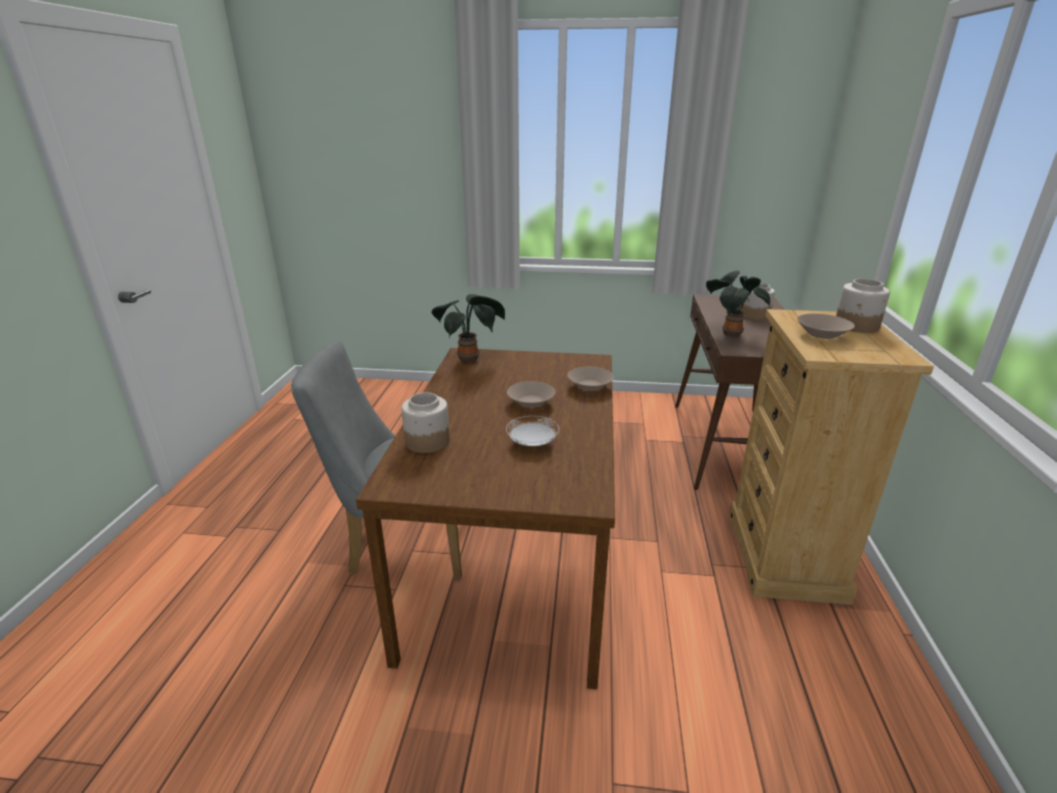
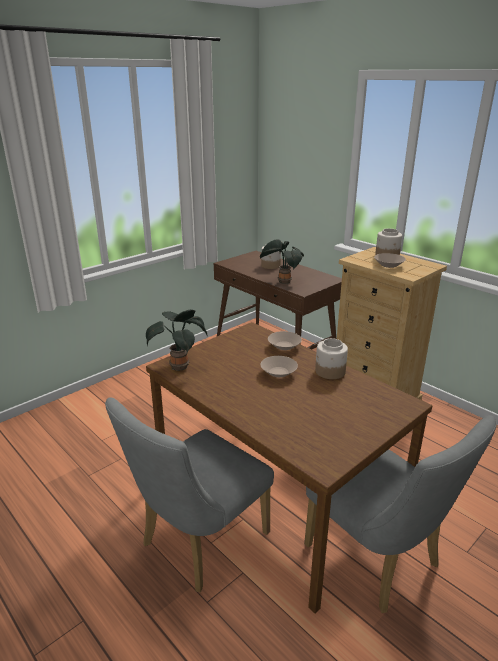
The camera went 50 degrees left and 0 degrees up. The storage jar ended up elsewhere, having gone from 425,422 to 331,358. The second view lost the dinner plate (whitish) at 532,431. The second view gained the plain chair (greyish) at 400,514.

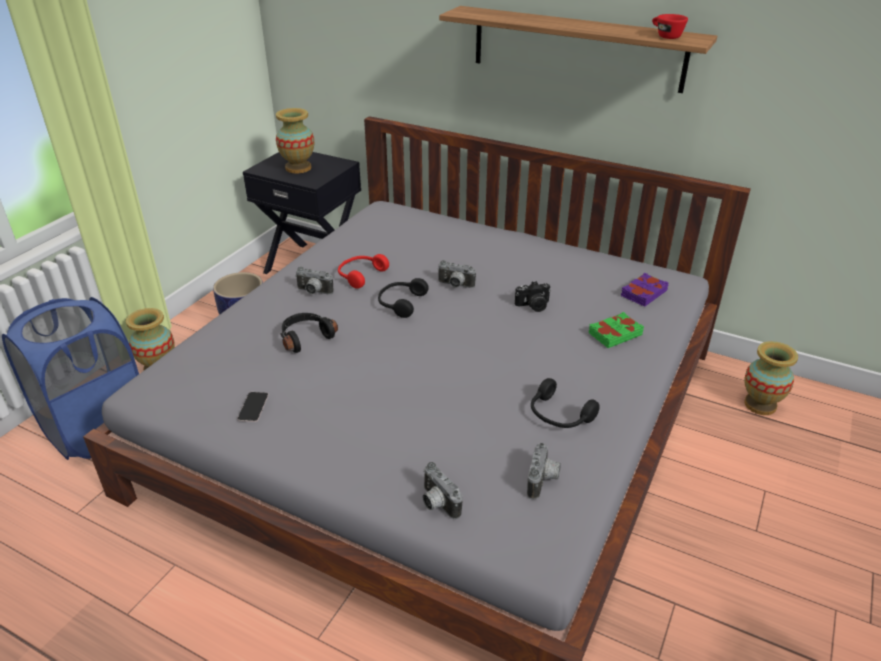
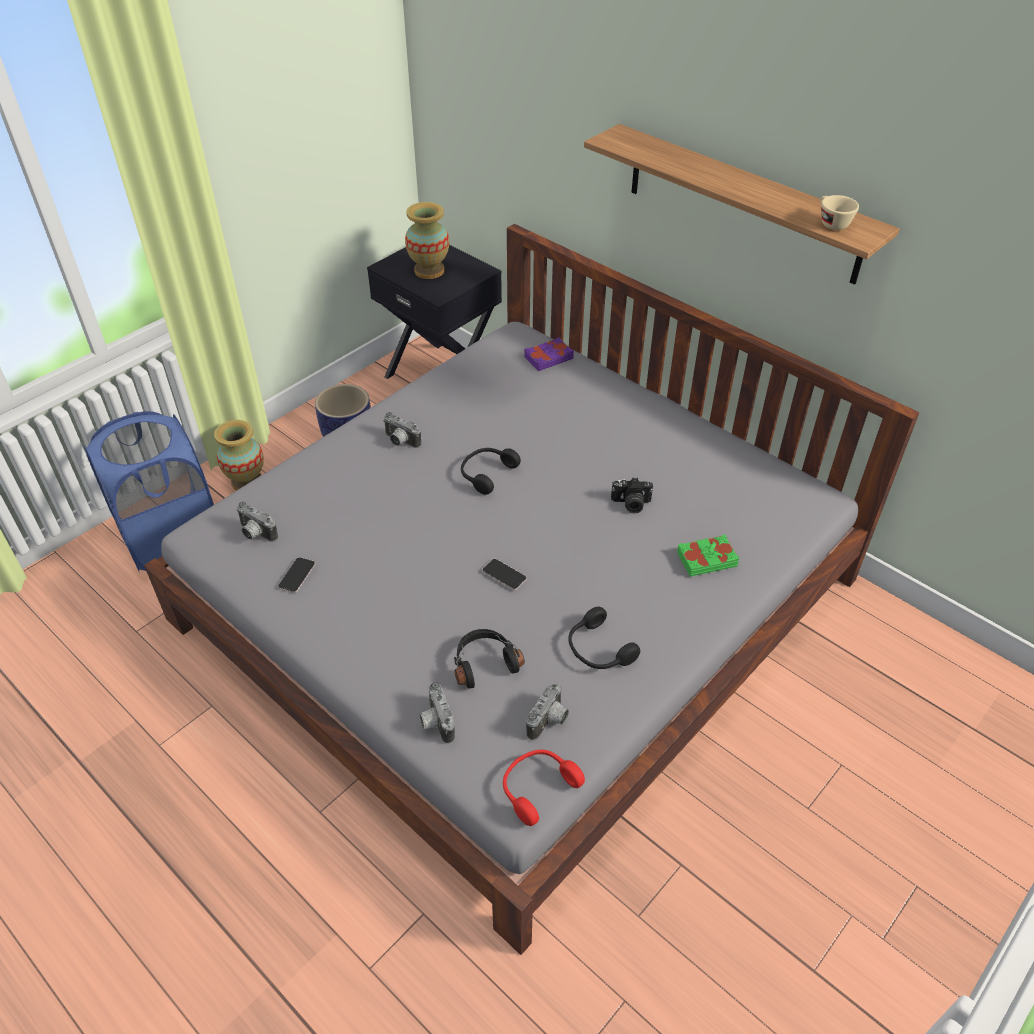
The camera went 15 degrees right and 10 degrees up. What was the small cup (red-coloured) at 670,26 turned into the small cup (beige-coloured) at 840,212. The pair of headphones (red-coloured) ended up elsewhere, having gone from 363,271 to 544,788. The photo camera ended up elsewhere, having gone from 456,274 to 257,521. The volume (purplish) ended up elsewhere, having gone from 645,290 to 549,354. The pair of headphones (black-coloured) ended up elsewhere, having gone from 309,333 to 489,659. The second view lost the decorative vase at 771,378. The second view gained the phone at 504,574.

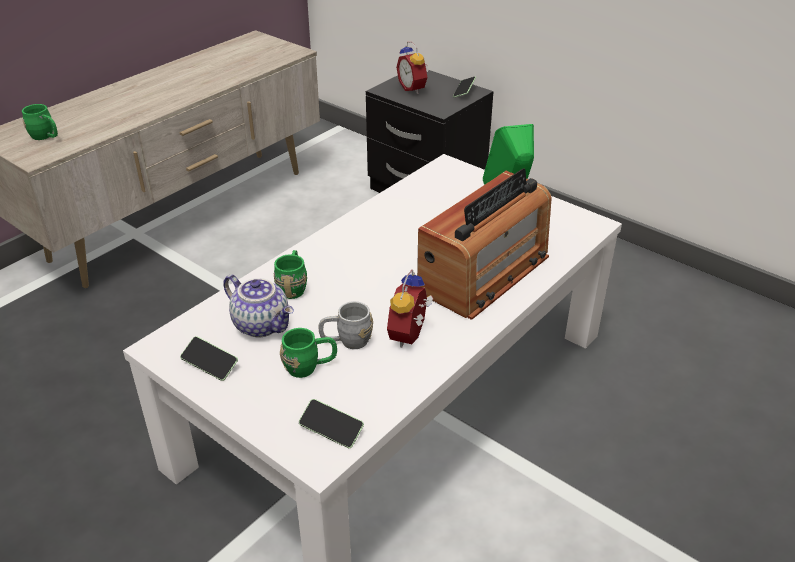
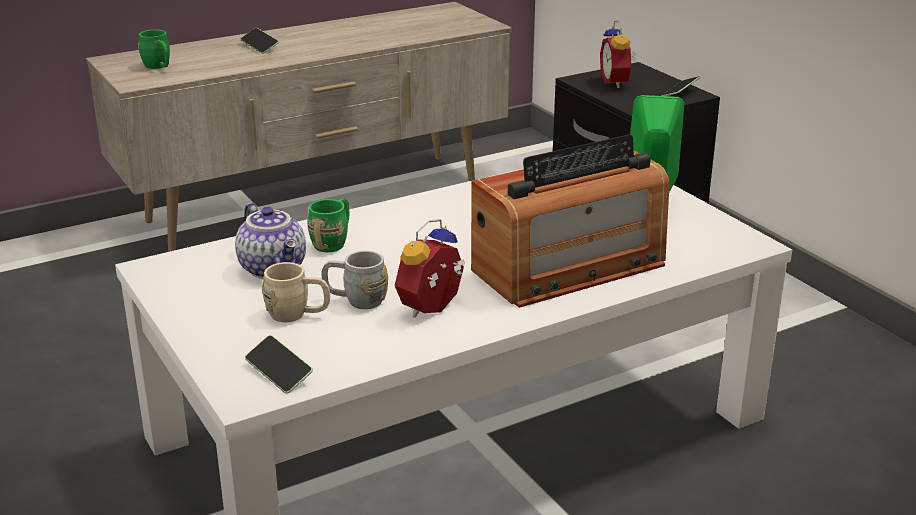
The camera went 20 degrees right and 10 degrees down. What was the mug (green-coloured) at 308,353 turned into the mug (beige-coloured) at 296,292. The phone ended up elsewhere, having gone from 209,358 to 259,41.

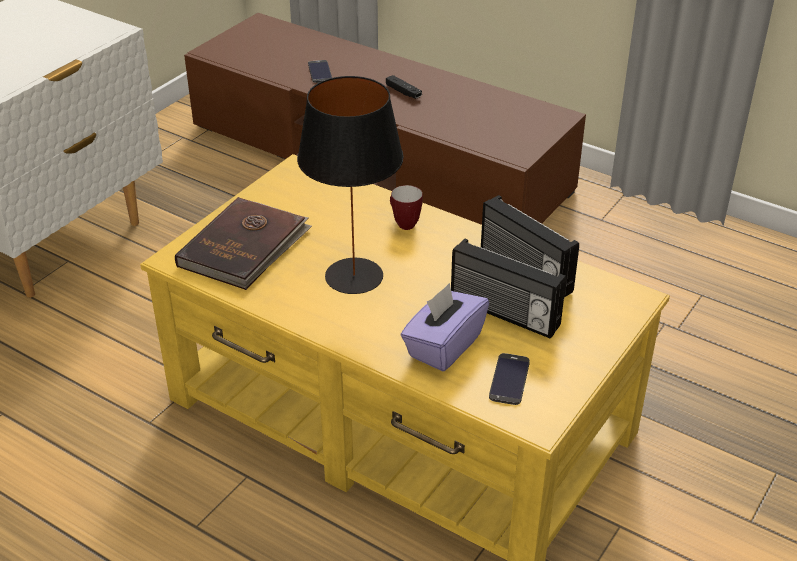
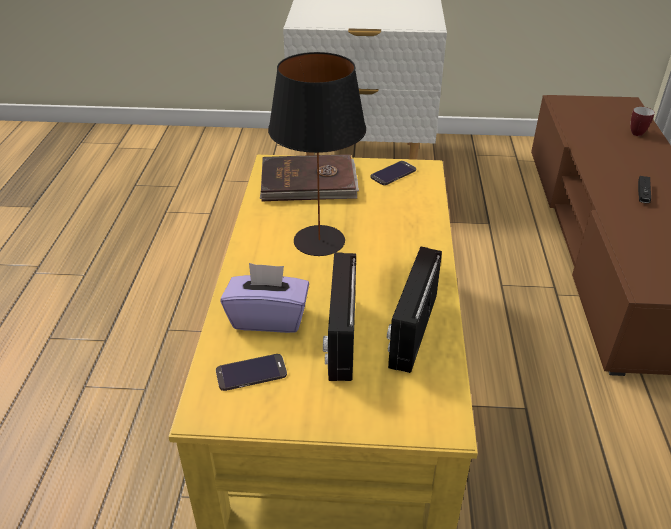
The camera went 60 degrees right and 0 degrees up. The phone ended up elsewhere, having gone from 320,71 to 393,173. The mug ended up elsewhere, having gone from 406,207 to 642,121.

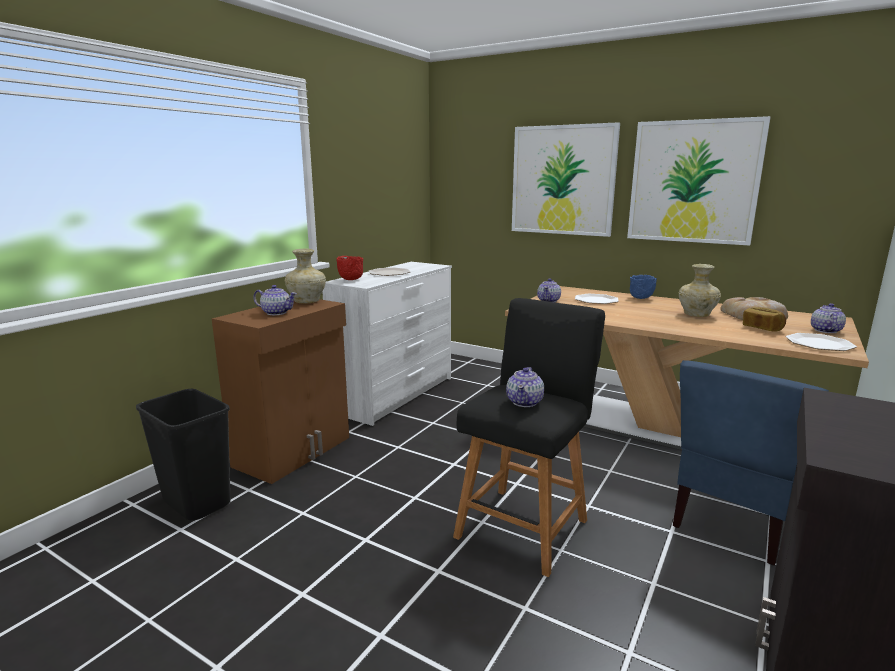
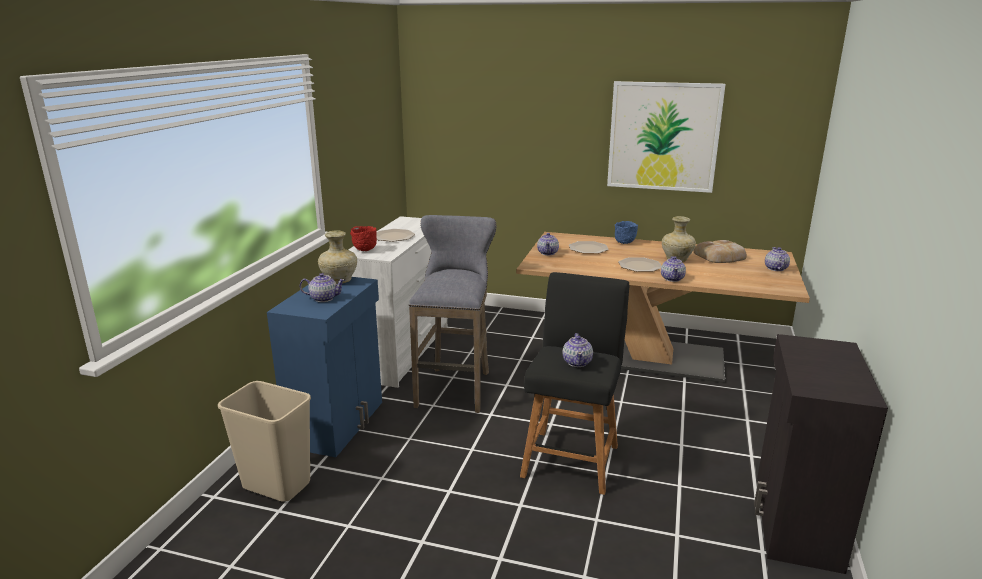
The camera went 15 degrees left and 5 degrees up. The second view lost the wall art at 566,179. What was the storage cabinet (brown) at 280,391 turned into the storage cabinet (blue) at 324,367. The second view lost the baked bread at 764,319. The dinner plate ended up elsewhere, having gone from 821,342 to 640,264. The second view lost the plain chair (blue) at 751,463. What was the trash can (black-coloured) at 183,455 turned into the trash can (beige-coloured) at 264,441. The second view gained the sitting stool (greyish) at 452,314. The second view gained the teapot at 673,269.

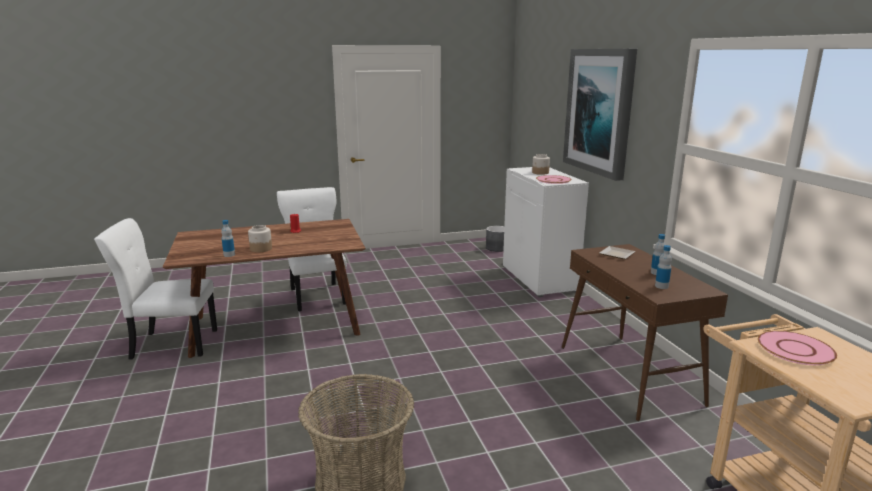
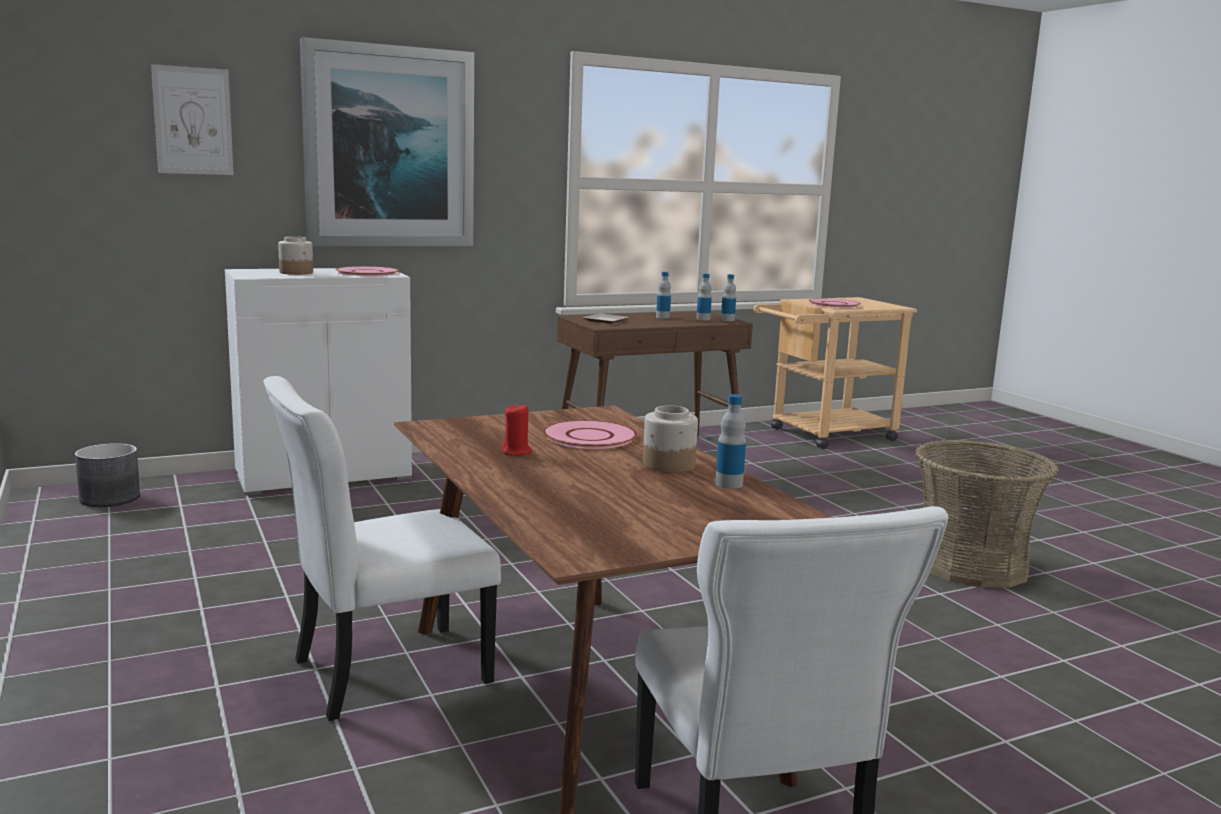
The camera went 100 degrees left and 5 degrees down. The second view gained the wall art at 192,119. The second view gained the drink bottle at 728,297. The second view gained the dinner plate (pink-coloured) at 589,434.

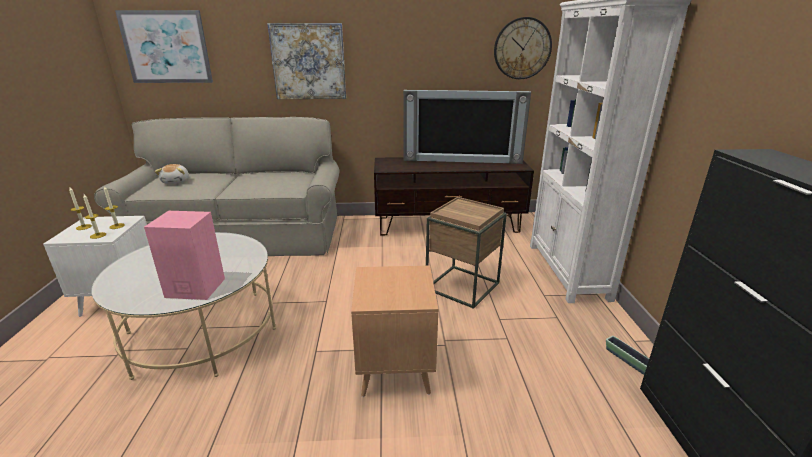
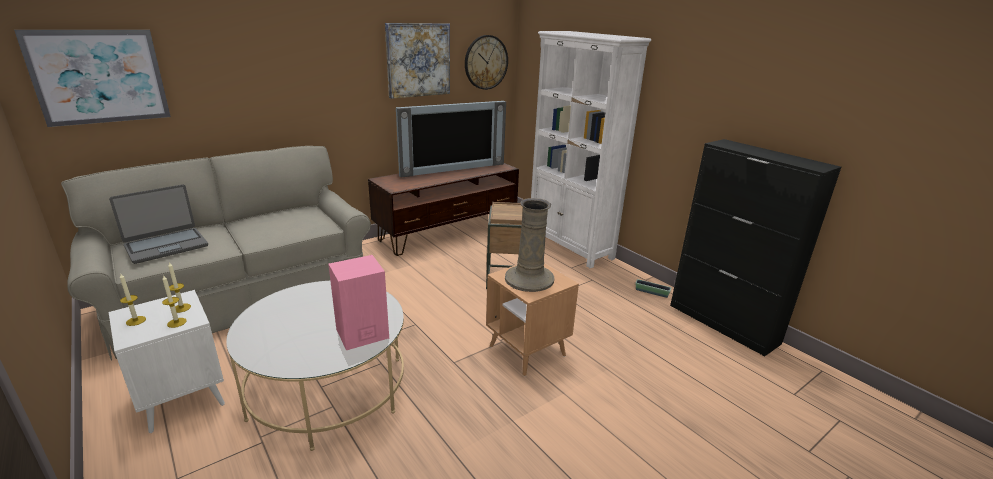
The camera went 35 degrees left and 0 degrees up. The wall art ended up elsewhere, having gone from 306,61 to 417,61. Where the soft toy stood at 172,174, the laptop came to stand at 158,224. The second view gained the decorative vase (beige-coloured) at 529,245.

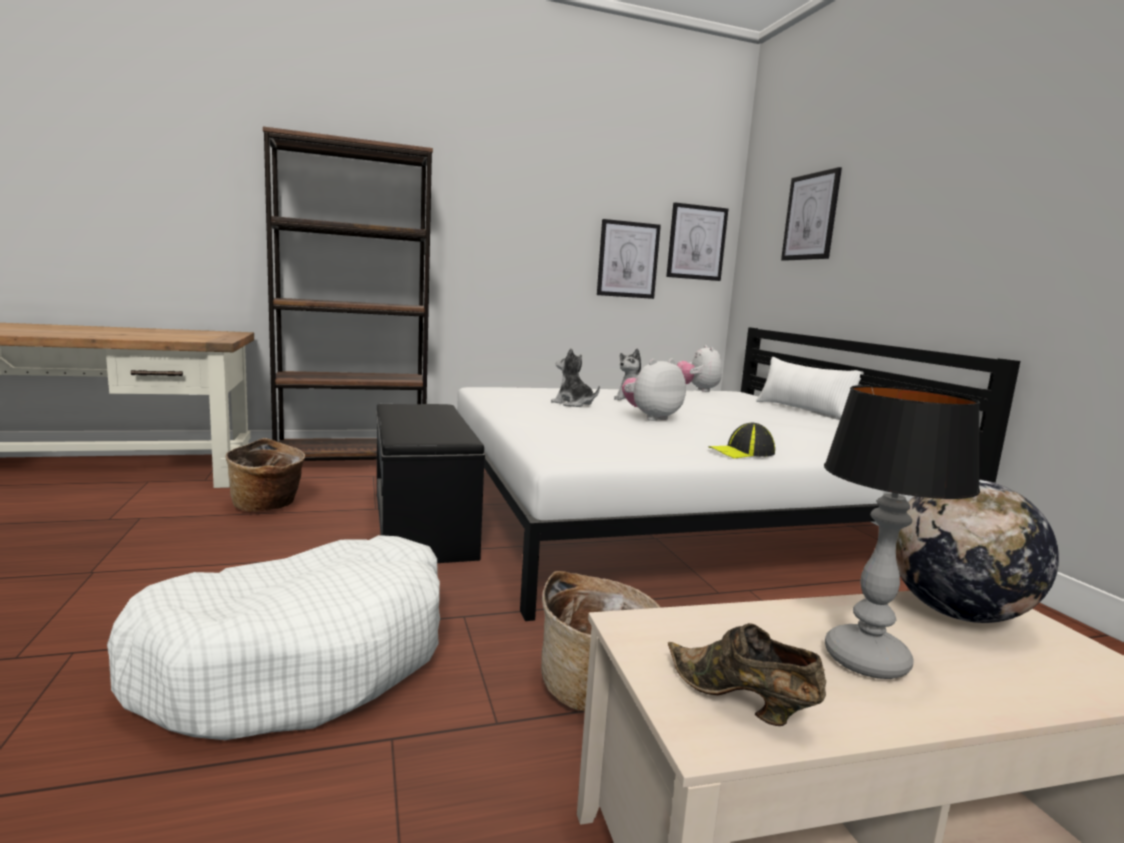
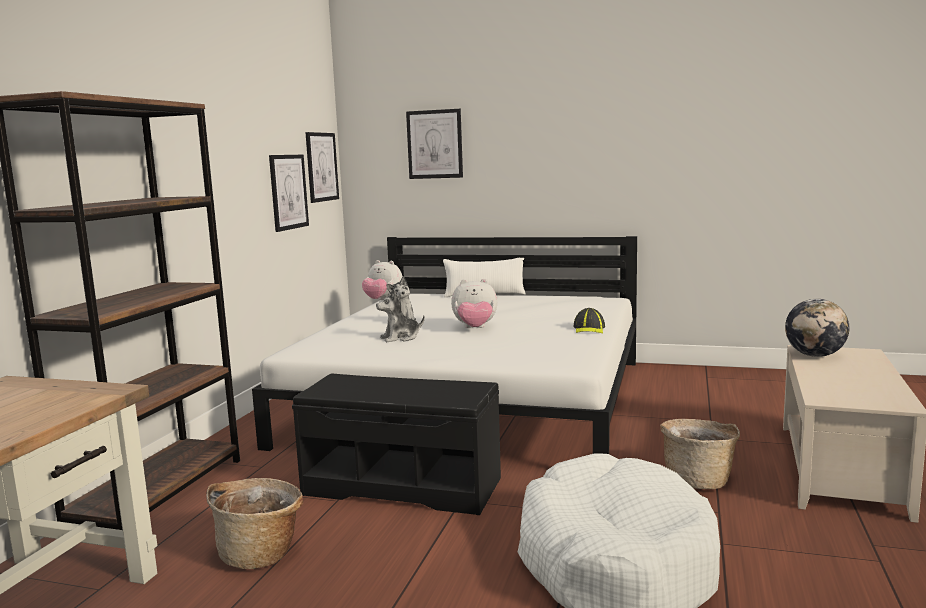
The camera went 55 degrees left and 0 degrees up. The soft toy at 654,390 ended up facing another way, 90 degrees counterclockwise from before. The second view lost the lamp for a table at 902,532. The second view lost the low shoe (brown) at 747,674.

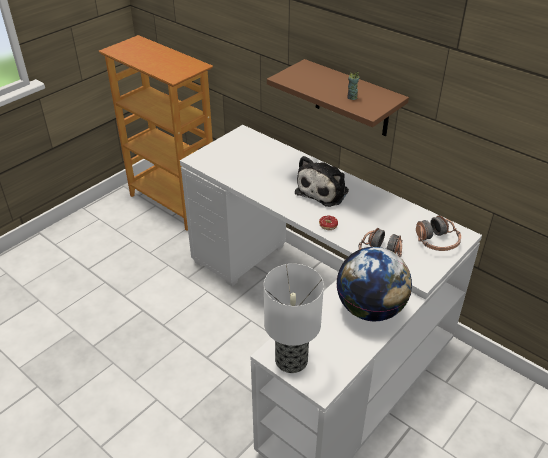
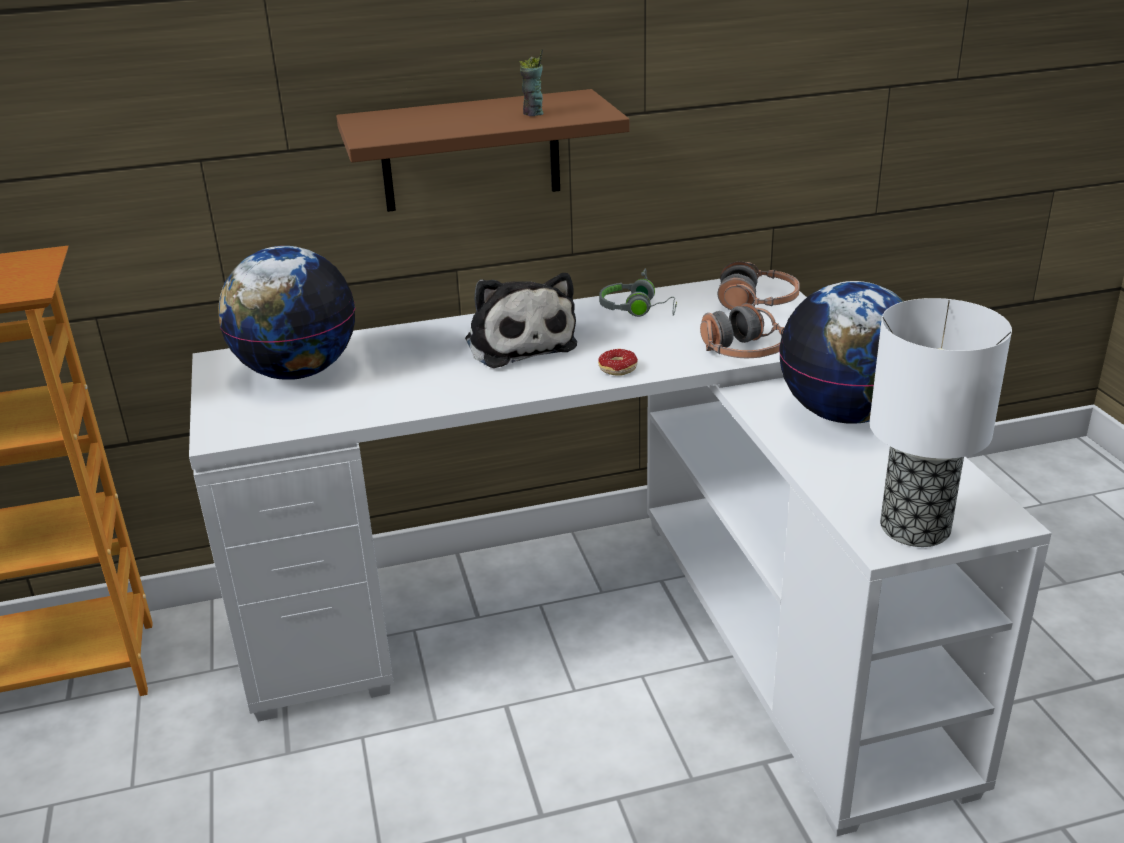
The camera went 55 degrees left and 10 degrees down. The second view gained the desk globe at 286,313. The second view gained the pair of headphones (greyish) at 638,292.

